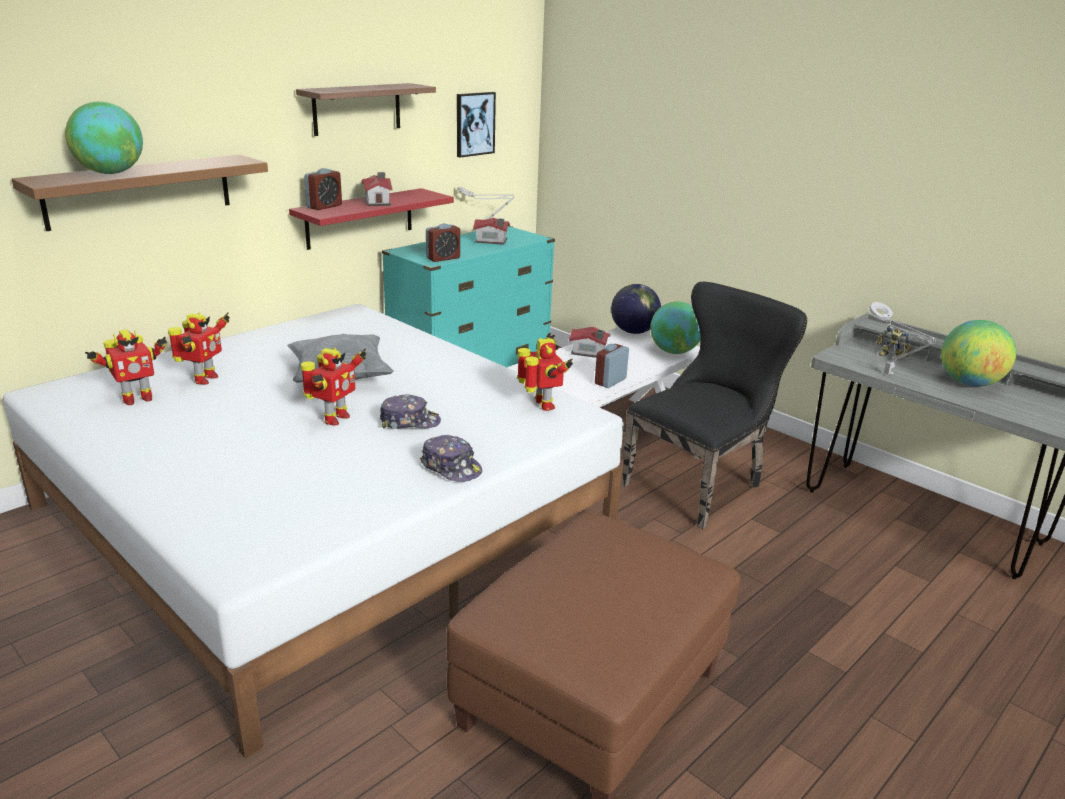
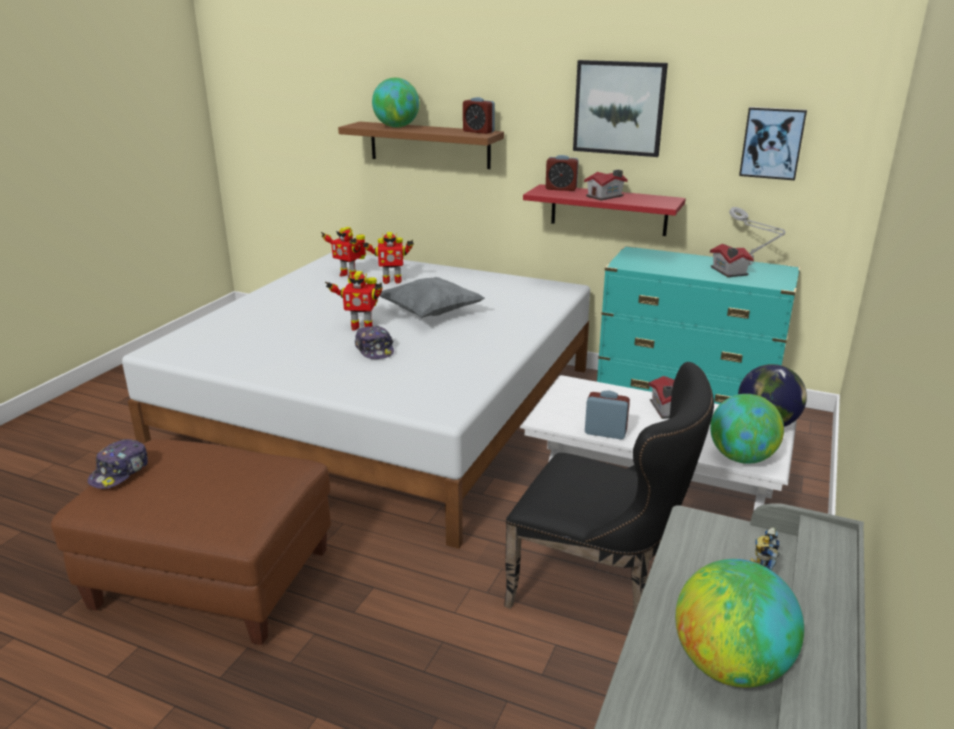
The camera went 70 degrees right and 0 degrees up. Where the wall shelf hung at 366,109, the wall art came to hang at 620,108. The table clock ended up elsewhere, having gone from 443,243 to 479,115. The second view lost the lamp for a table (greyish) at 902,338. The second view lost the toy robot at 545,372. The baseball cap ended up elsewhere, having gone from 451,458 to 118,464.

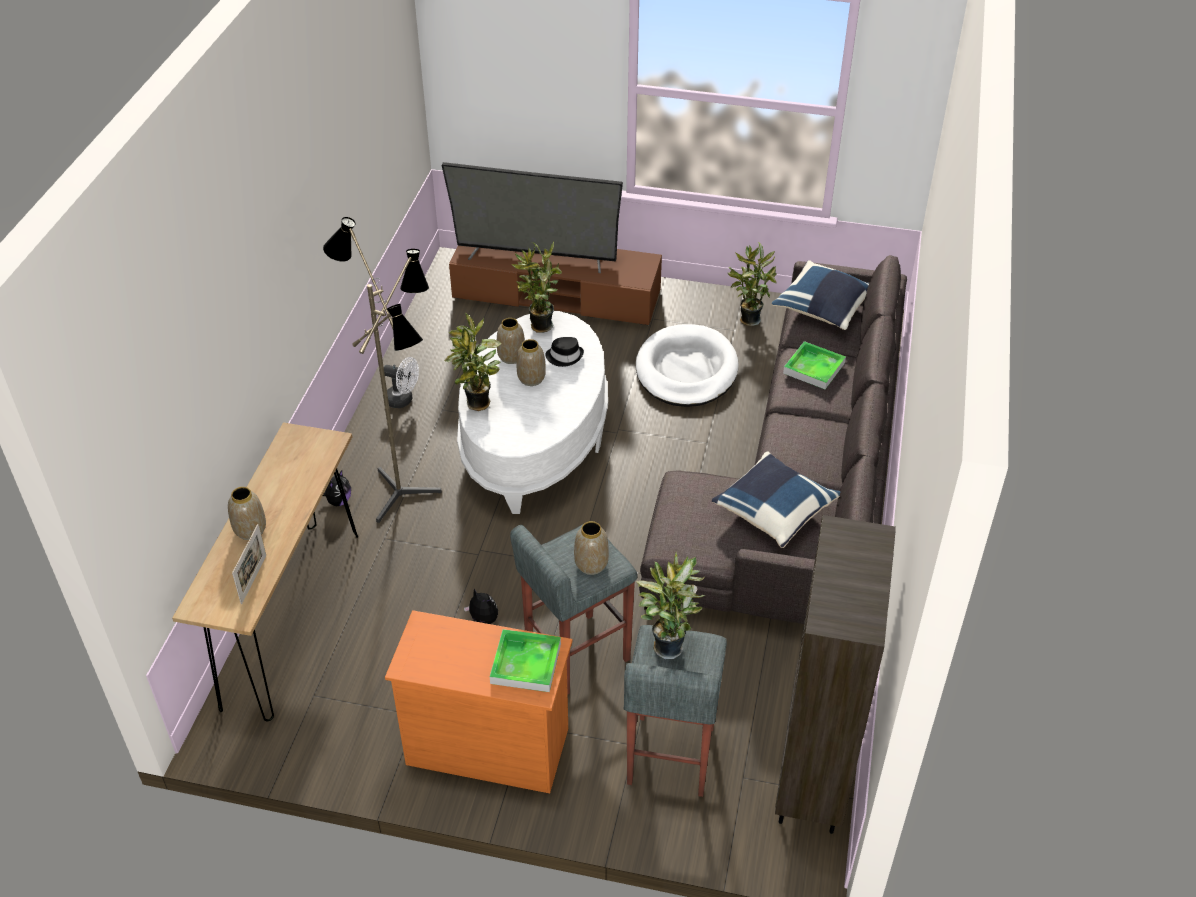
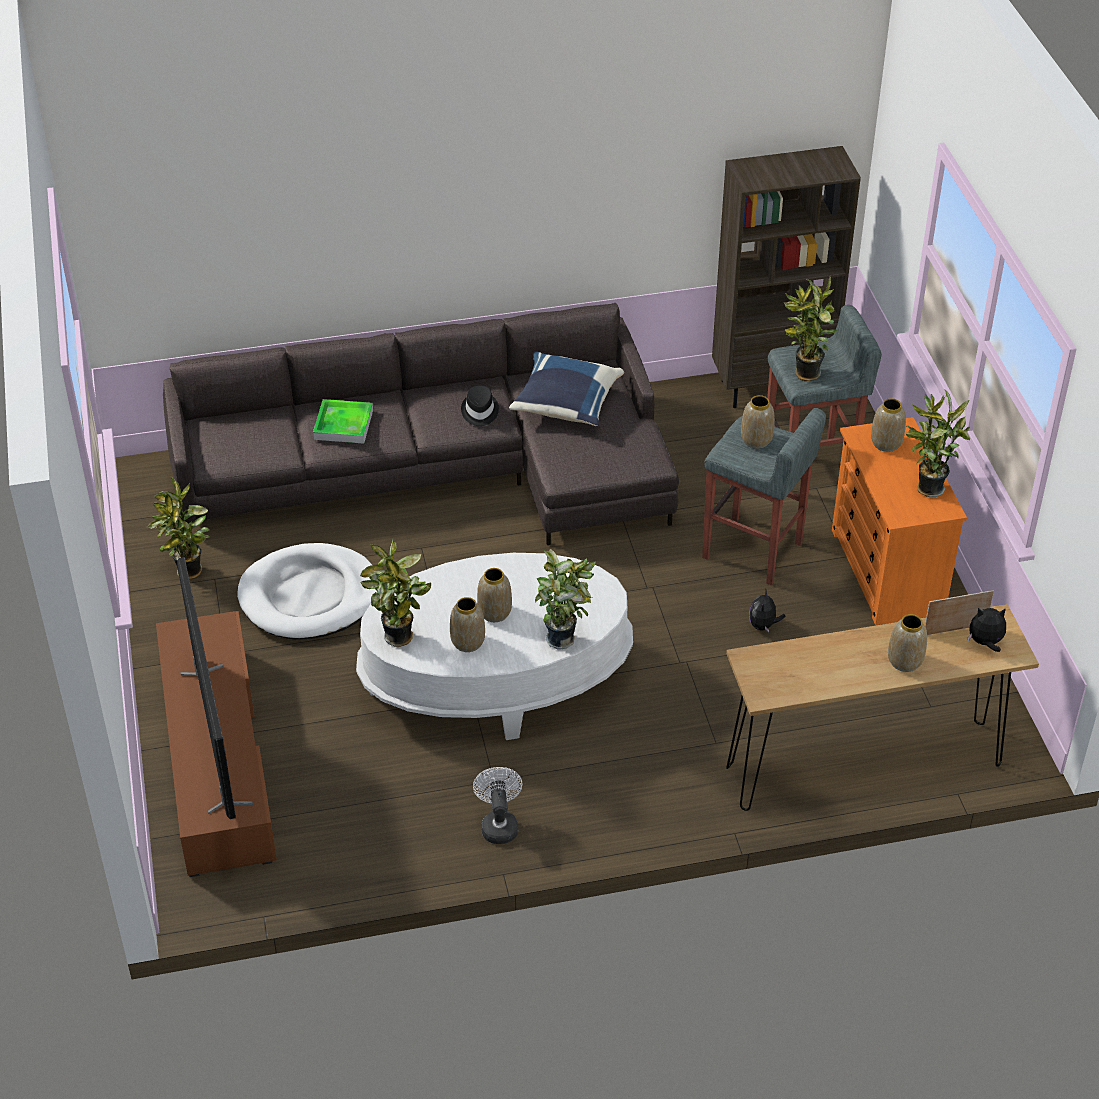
The camera went 115 degrees left and 0 degrees up. The second view lost the standing lamp at 382,370. The second view lost the pillow (blue) at 820,295. The wearable hat (black-coloured) ended up elsewhere, having gone from 564,352 to 480,406. The soft toy ended up elsewhere, having gone from 337,488 to 987,630. Where the carrying tray stood at 525,660, the decorative vase came to stand at 888,425. The second view gained the houseplant at 938,443.

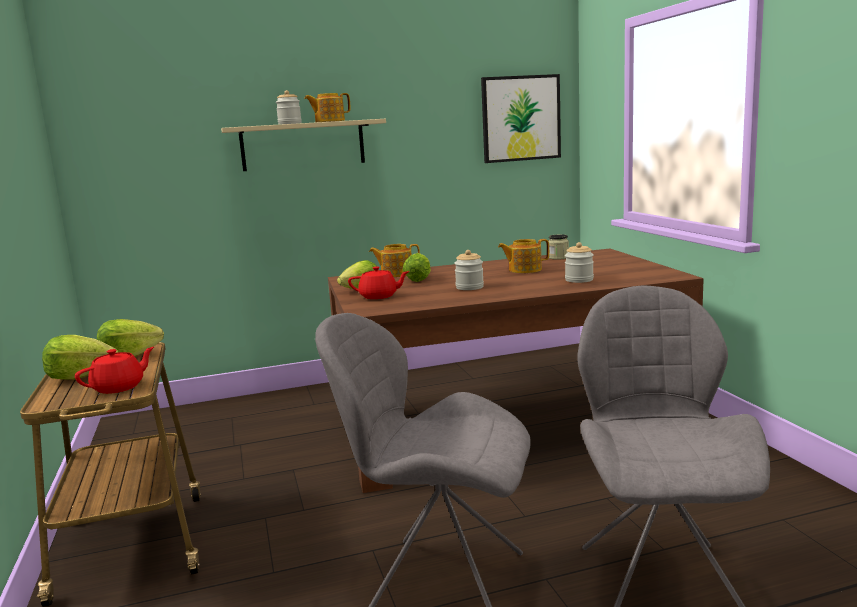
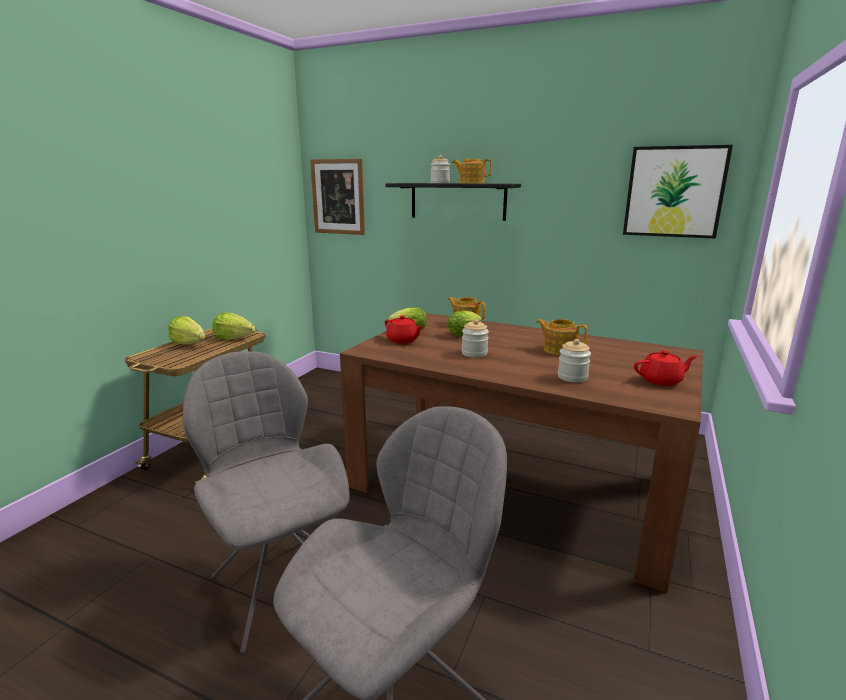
The camera went 40 degrees right and 5 degrees up. What was the wall shelf (beige-coloured) at 303,145 turned into the wall shelf (black-coloured) at 453,202. The second view lost the storage jar at 559,247. The teapot (red-coloured) ended up elsewhere, having gone from 114,370 to 665,368. The second view gained the wall art at 337,197.

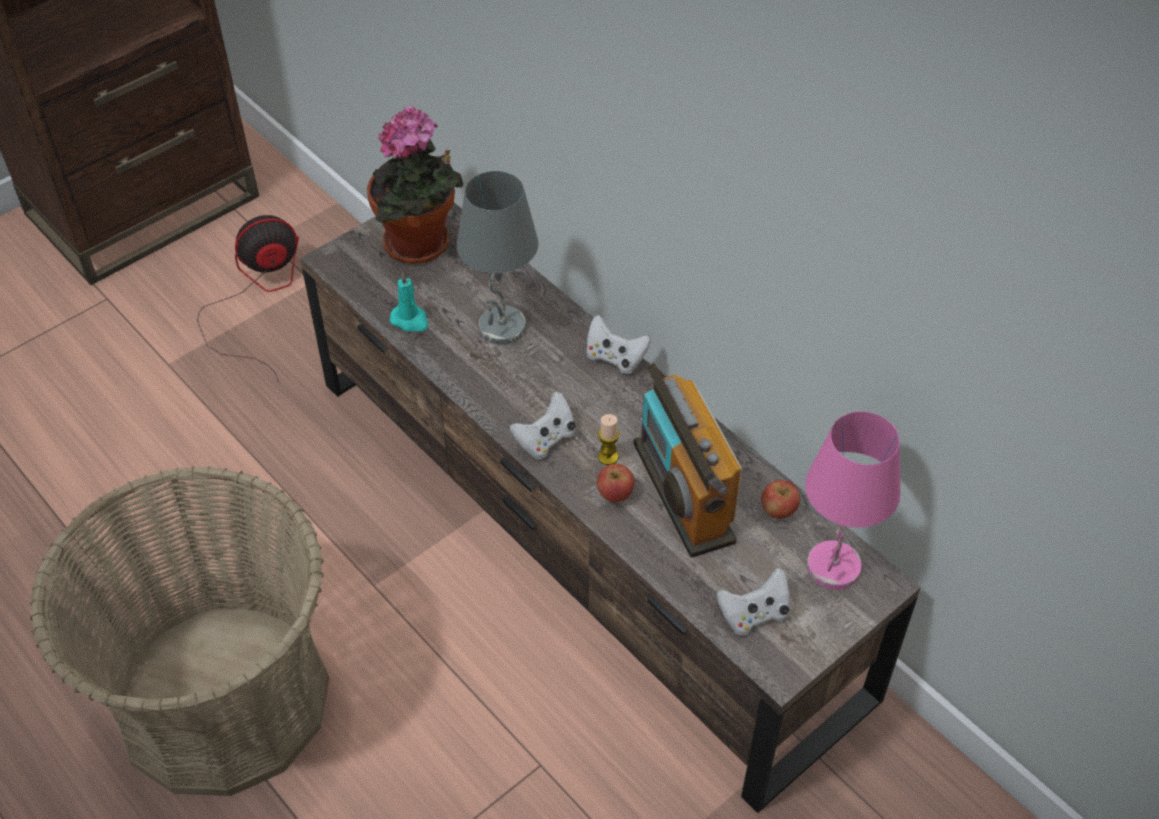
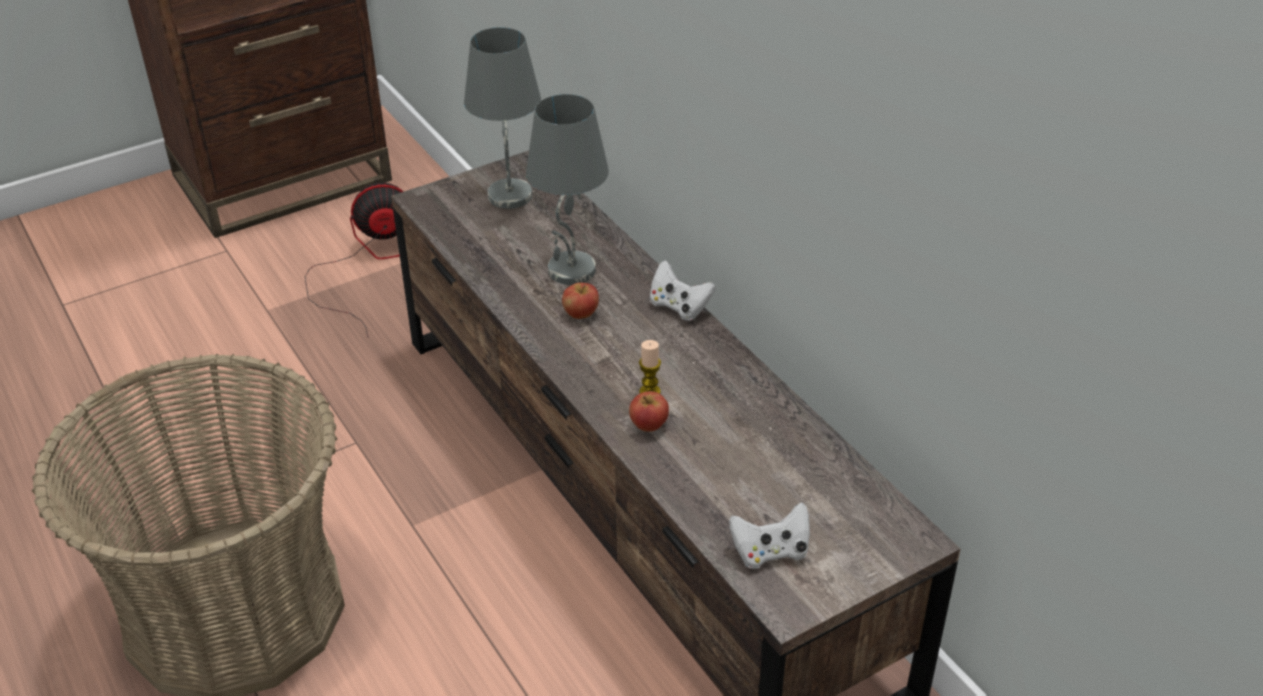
The camera went 10 degrees right and 10 degrees down. Where the houseplant stood at 415,185, the lamp for a table (greyish) came to stand at 502,118. The second view lost the wax candle (turquoise-coloured) at 409,301. The second view lost the radio at 688,460. The second view lost the joypad (whitish) at 542,425. The second view lost the lamp for a table (pink-coloured) at 852,500. The apple ended up elsewhere, having gone from 780,499 to 580,301.

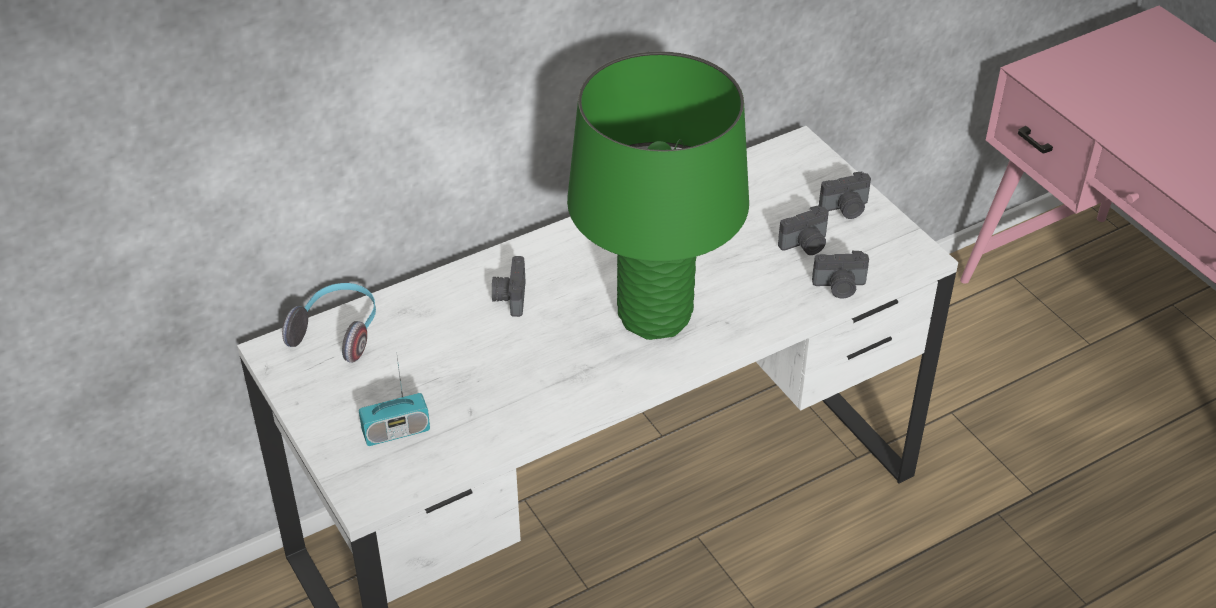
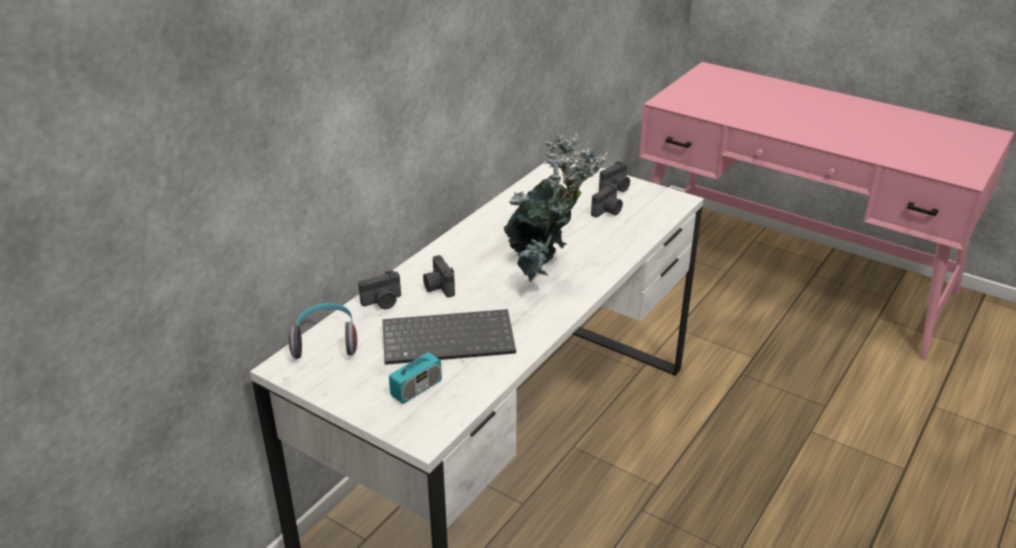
The camera went 25 degrees left and 10 degrees down. Where the lamp for a table (green-coloured) stood at 658,195, the houseplant came to stand at 556,207. The photo camera ended up elsewhere, having gone from 840,275 to 379,289. The second view gained the keyboard at 449,337.

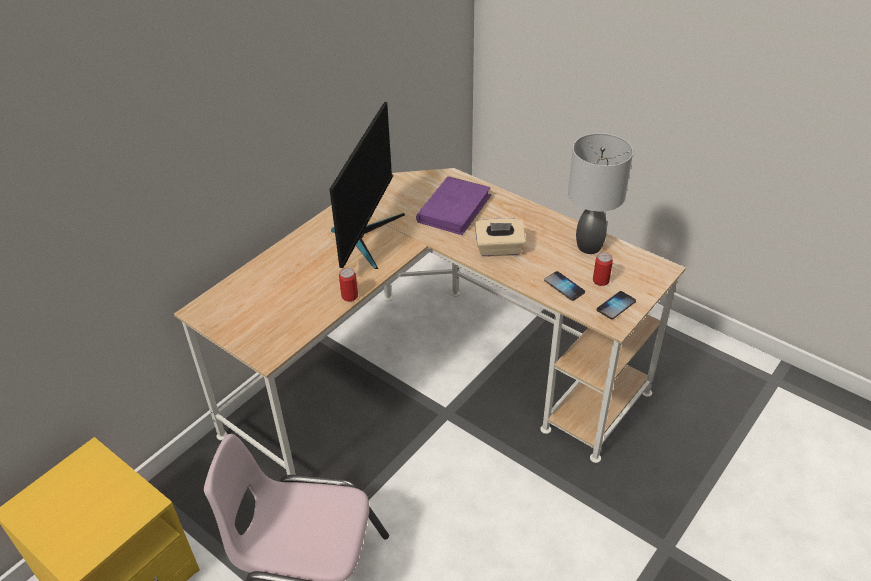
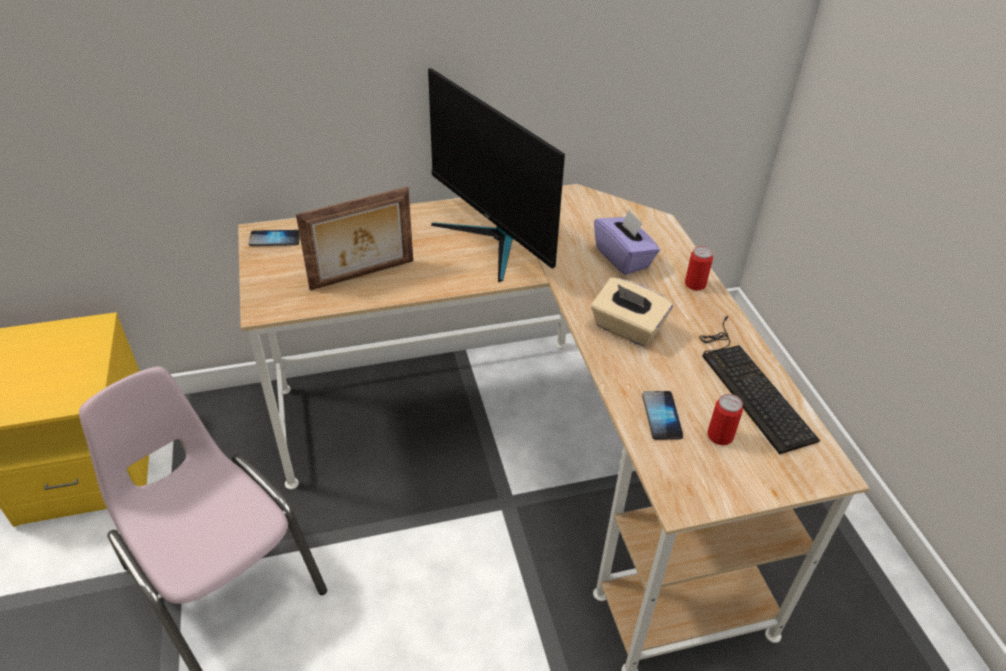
The camera went 35 degrees right and 0 degrees up. The computer display at 367,185 ended up facing another way, 90 degrees clockwise from before. Where the lamp for a table (greyish) stood at 600,193, the keyboard came to stand at 759,385. Where the volume (purplish) stood at 454,205, the box of tissues (purplish) came to stand at 627,242. The metal can ended up elsewhere, having gone from 348,284 to 699,268. The phone ended up elsewhere, having gone from 616,305 to 274,238. The second view gained the picture frame at 354,238.

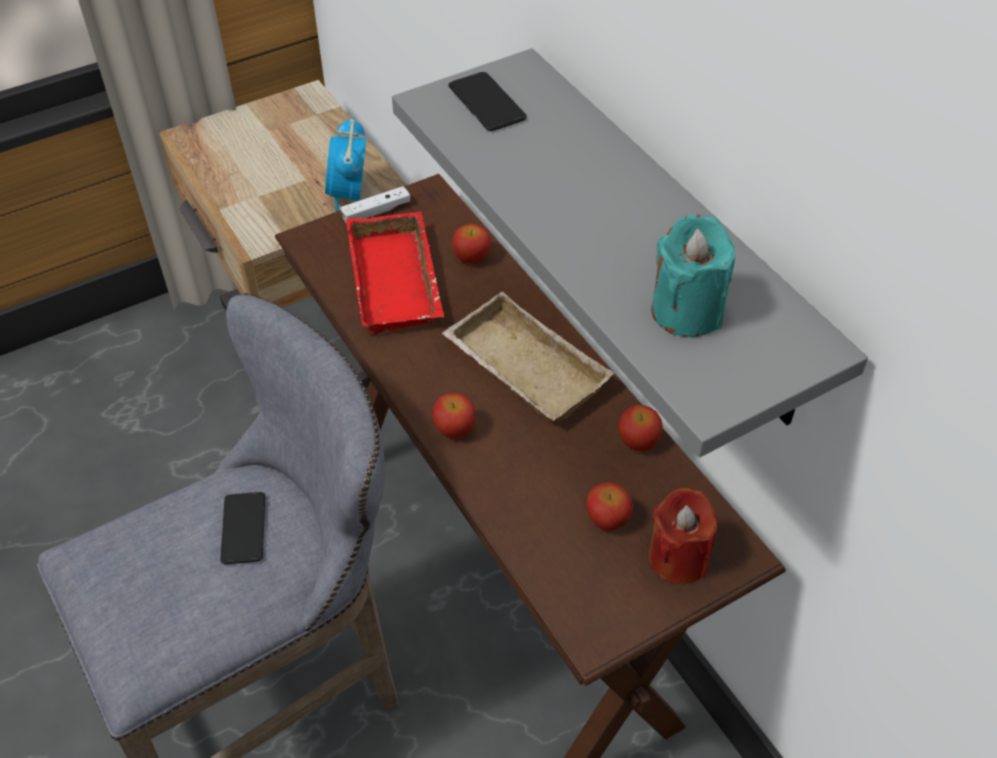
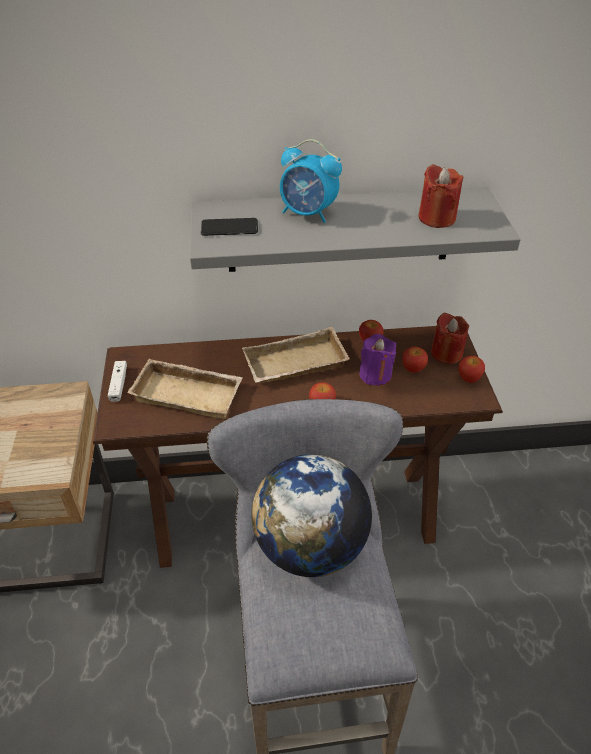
The camera went 65 degrees left and 5 degrees down. The table clock ended up elsewhere, having gone from 345,164 to 311,181. What was the carrying tray (red-coloured) at 395,273 turned into the carrying tray (beige-coloured) at 185,389. What was the wax candle (turquoise-coloured) at 693,275 turned into the wax candle (red-coloured) at 440,196. The apple ended up elsewhere, having gone from 471,244 to 471,369. Where the phone stood at 242,528, the desk globe came to stand at 312,515. The second view gained the wax candle (purplish) at 377,360.

